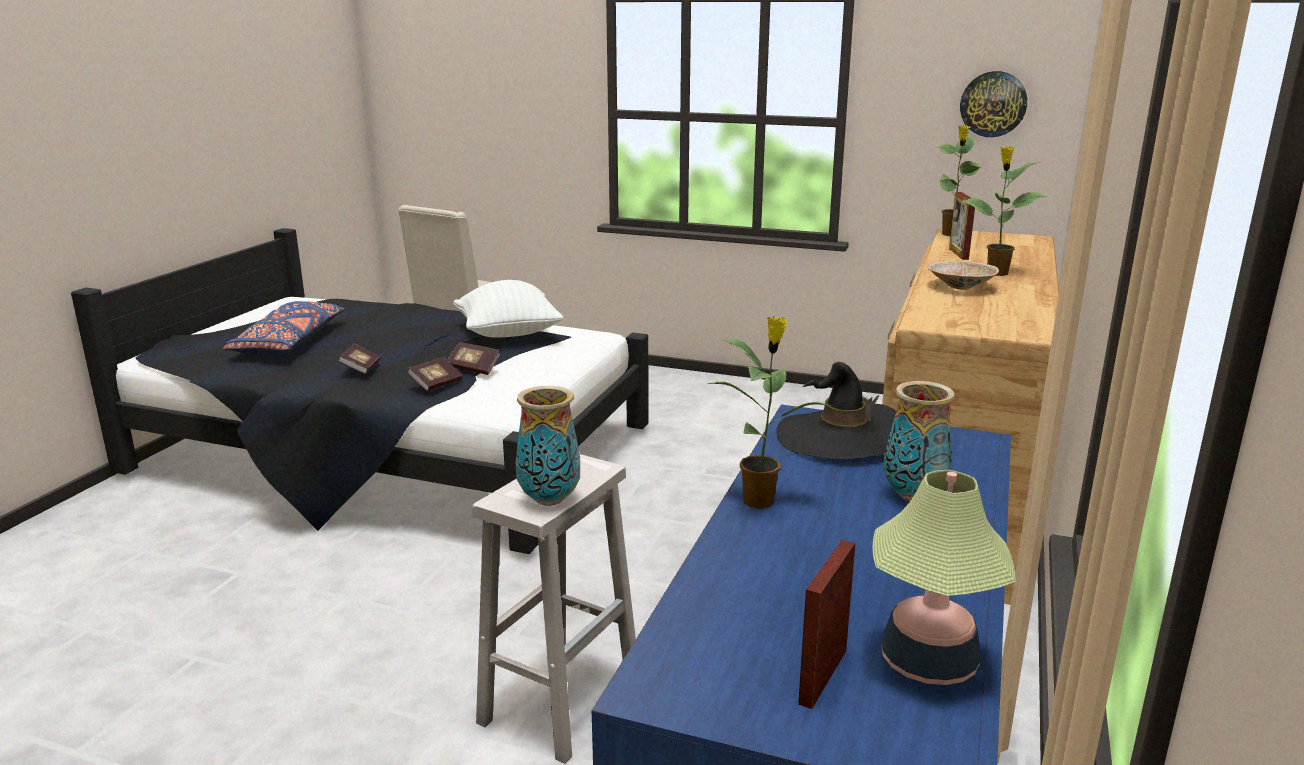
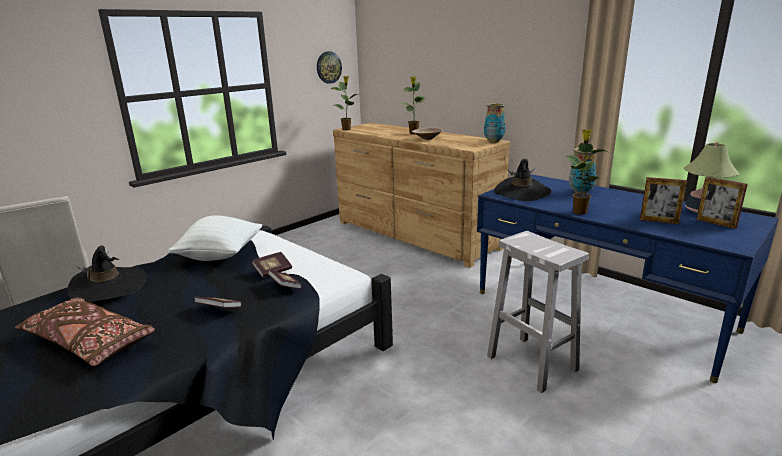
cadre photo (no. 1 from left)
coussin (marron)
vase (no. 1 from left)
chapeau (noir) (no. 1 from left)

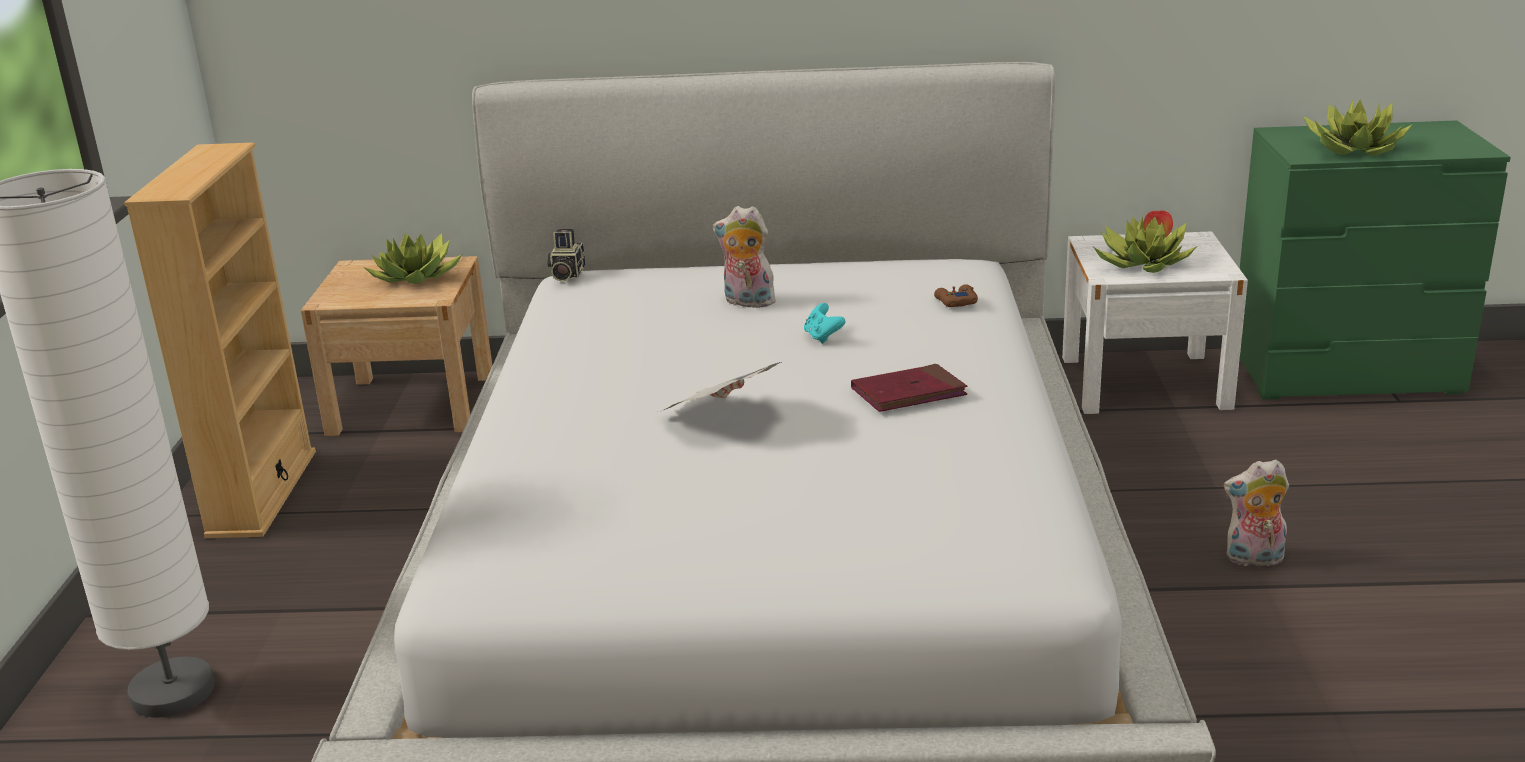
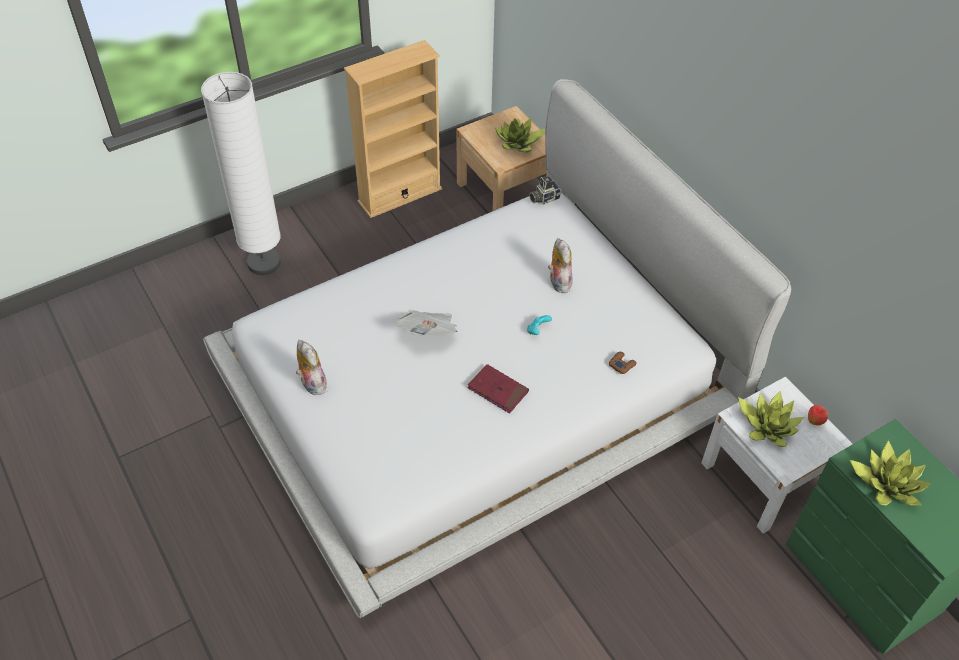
peluche (no. 1 from left)

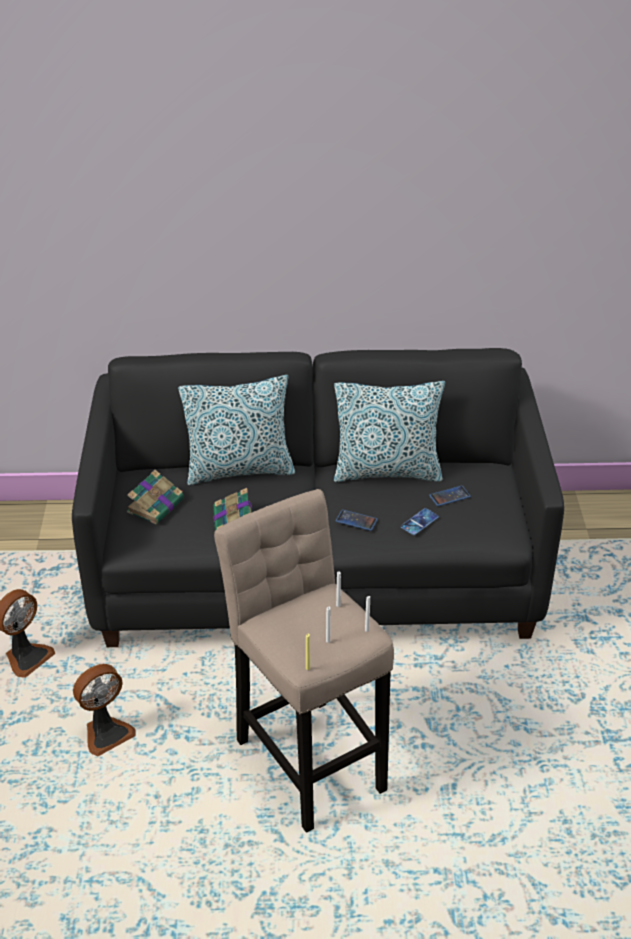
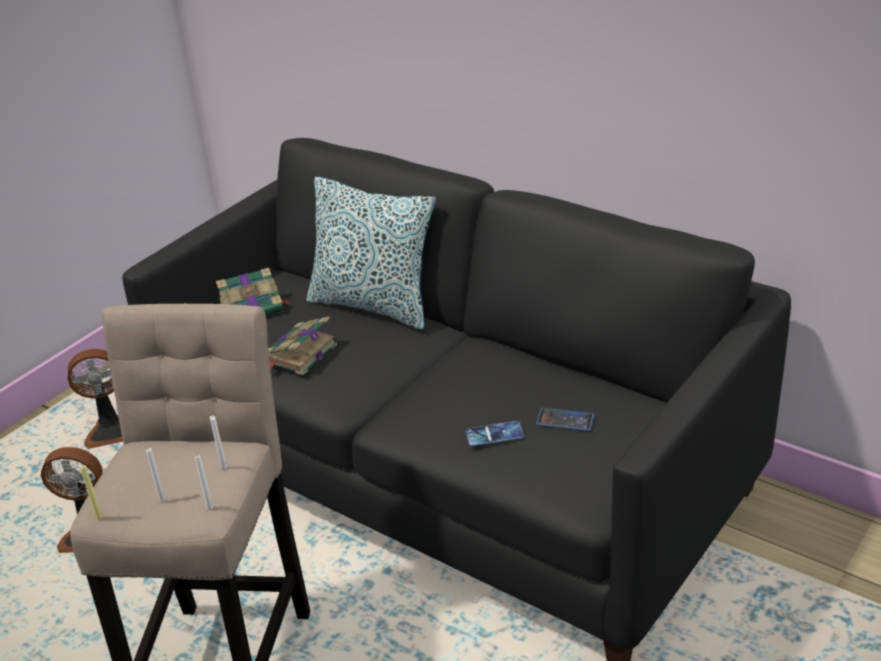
coussin (no. 2 from left in the first image)
téléphone (no. 1 from left in the first image)

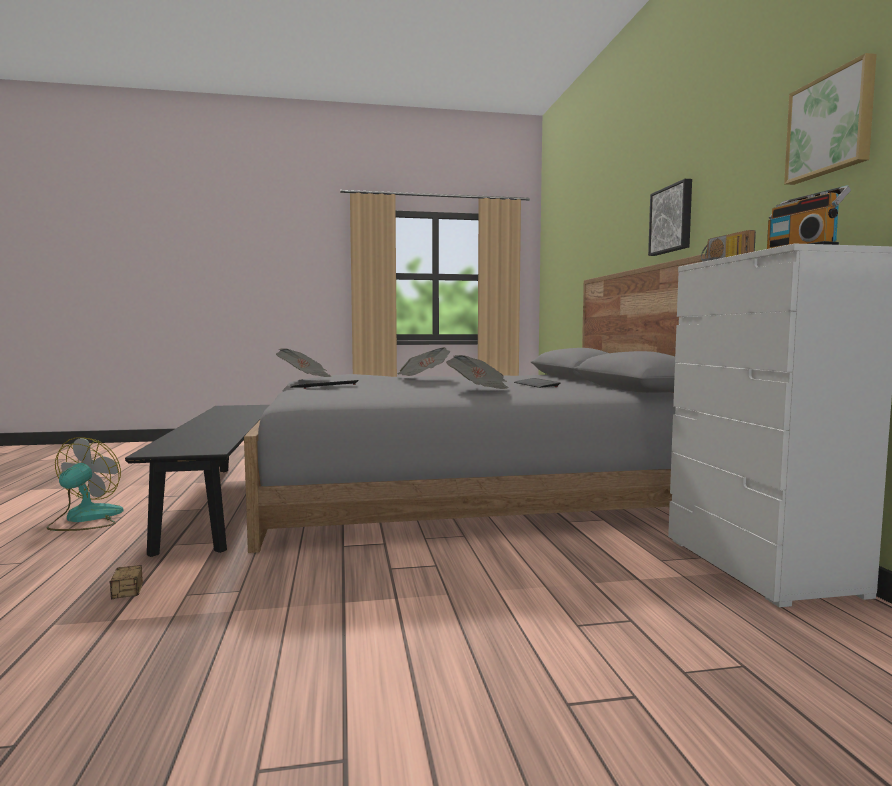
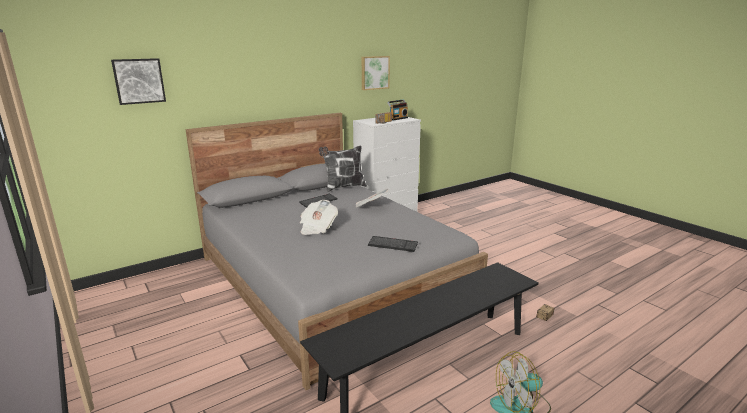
tableau (no. 1 from left)
journal (no. 1 from left in the first image)
coussin

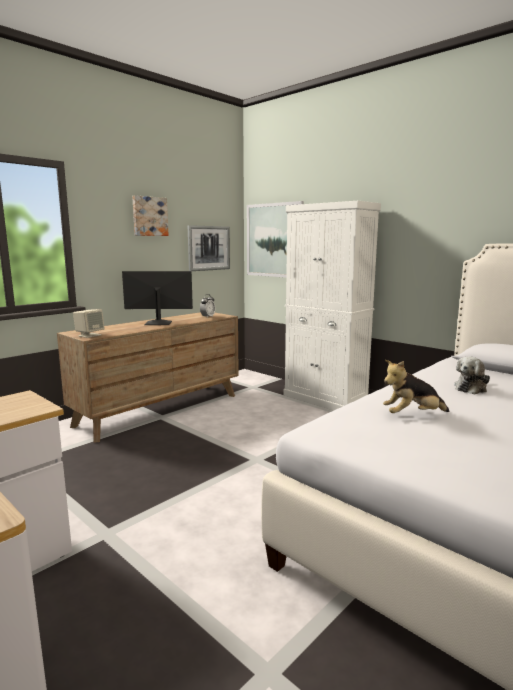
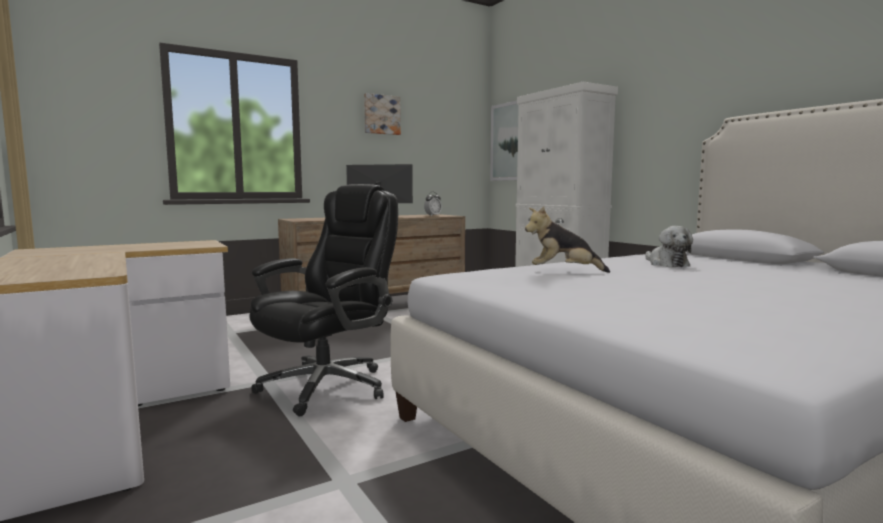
tableau (no. 2 from left in the first image)
enceinte (beige)
peluche (no. 2 from left)
chaise de bureau (noir)

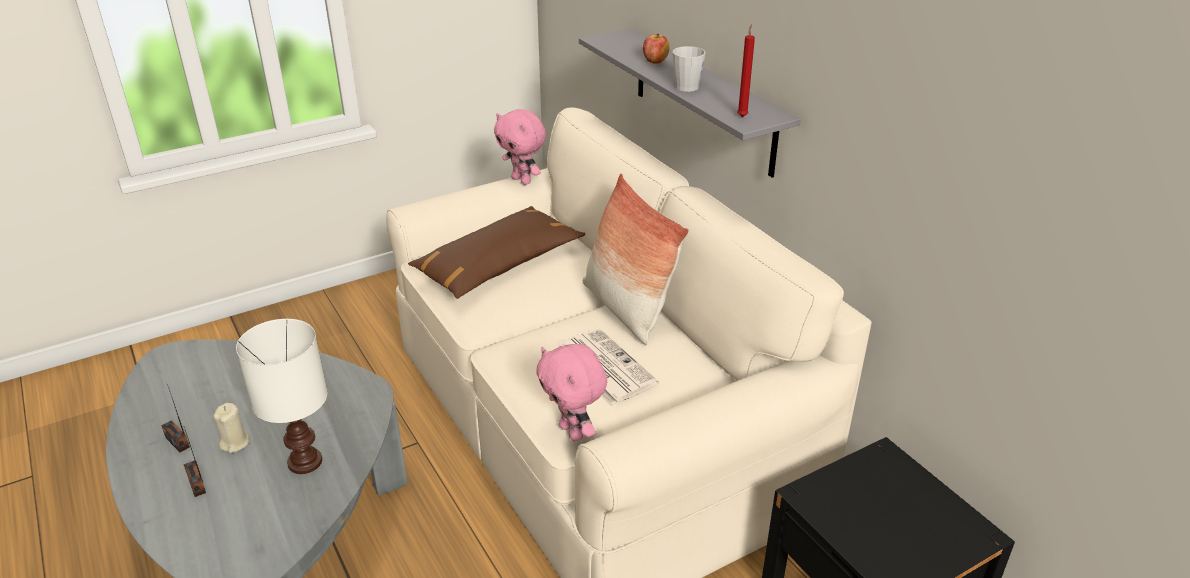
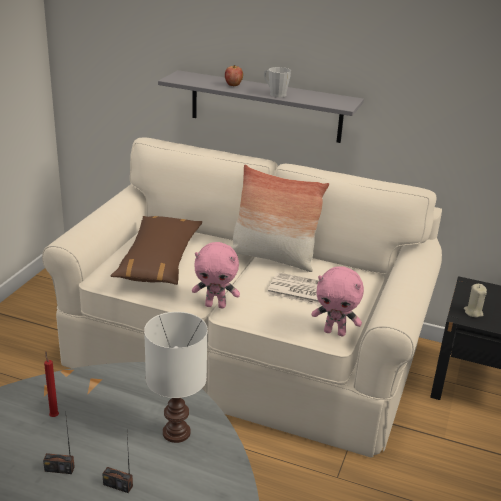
bougie (rouge)
peluche (rose) (no. 1 from left)
bougie (beige)

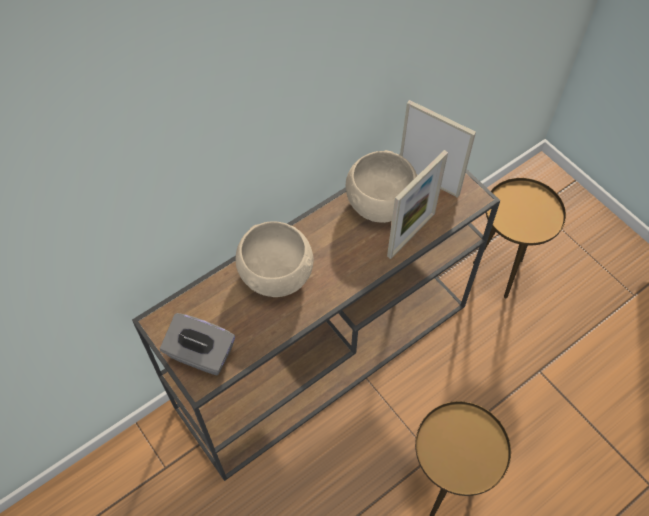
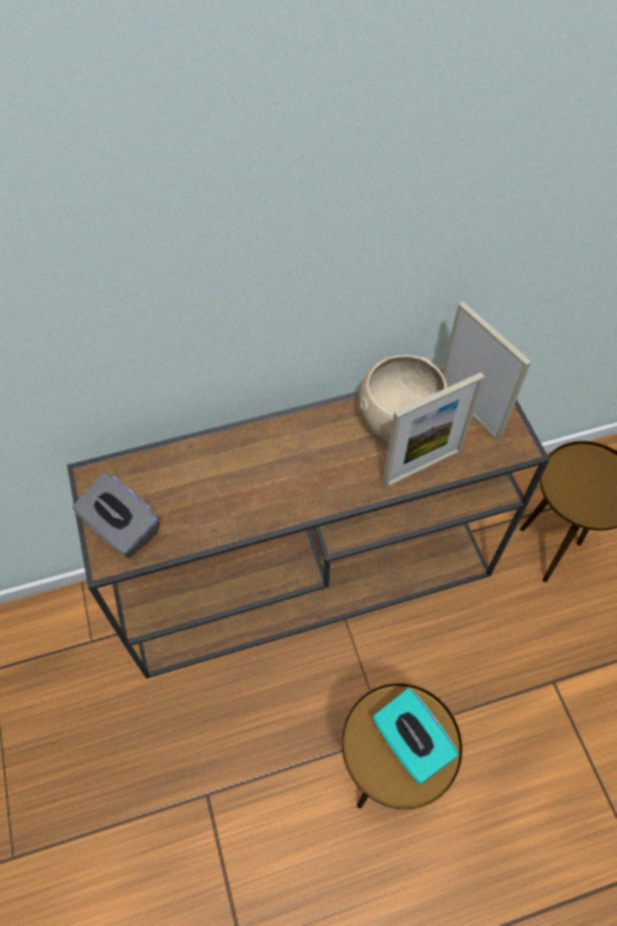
bol (beige) (no. 1 from left in the first image)
boîte à mouchoirs (turquoise)

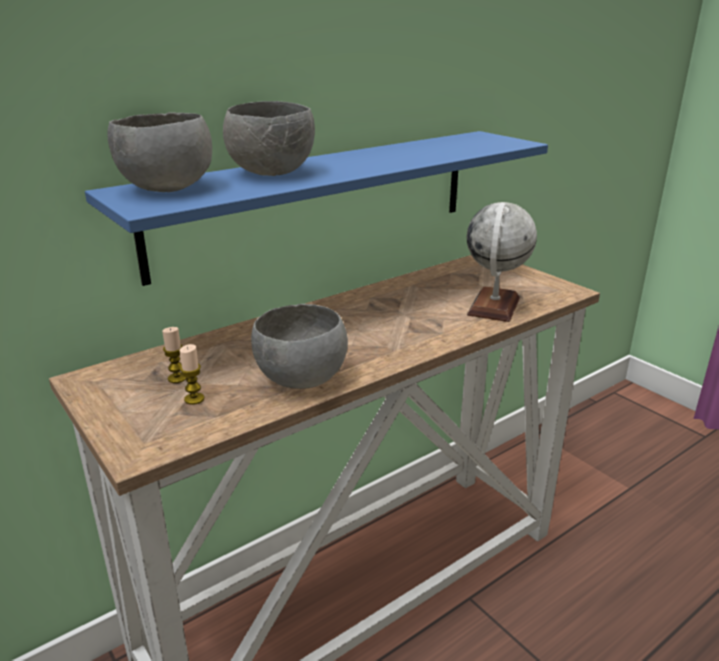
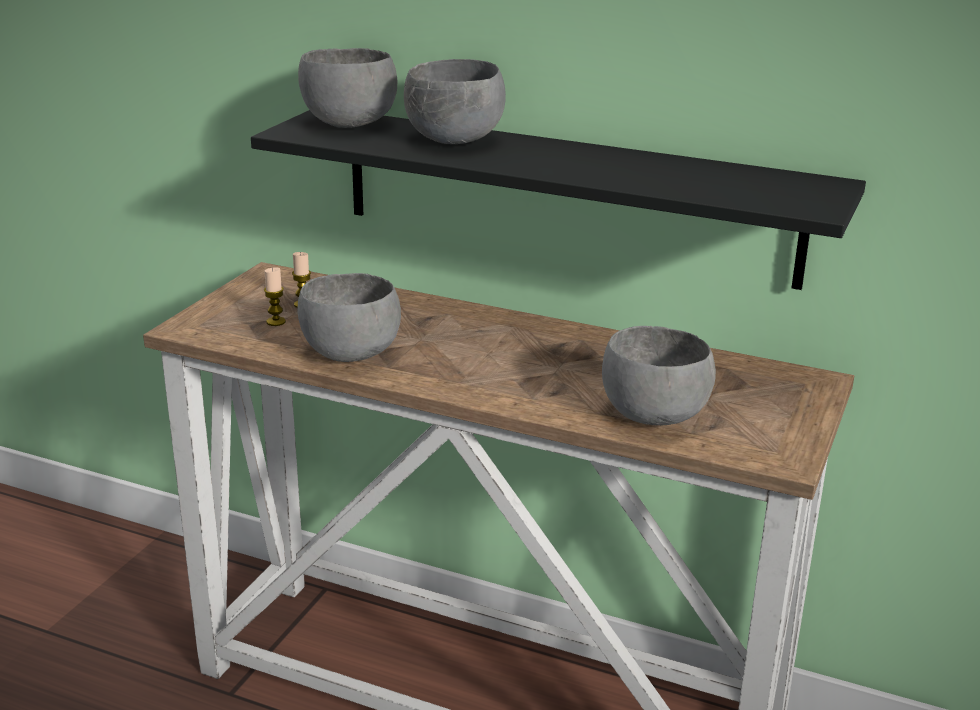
étagère (noir)
bol (gris) (no. 4 from left)

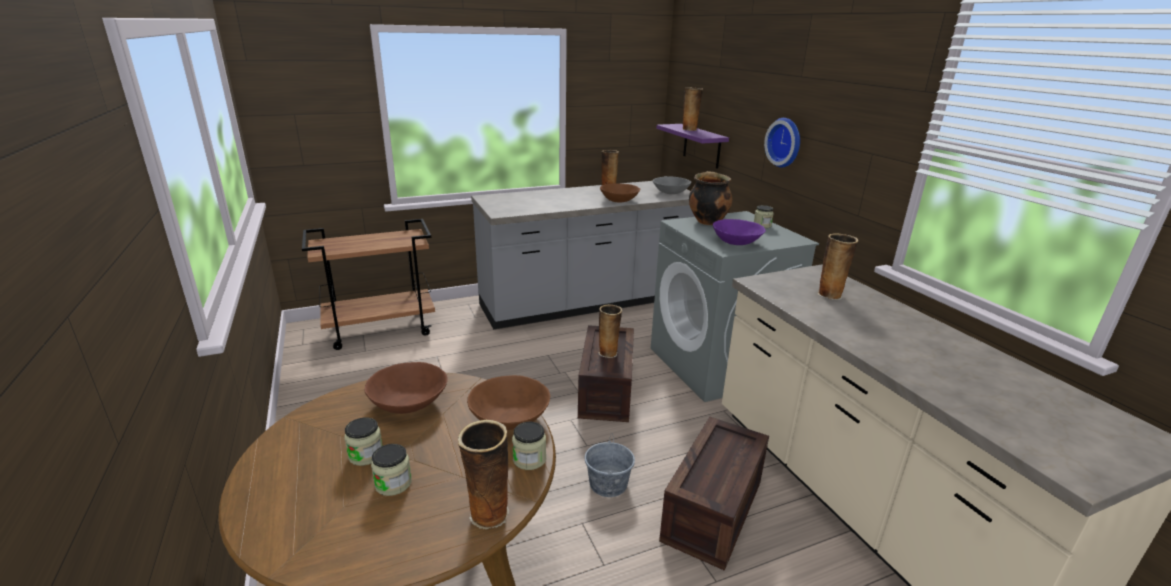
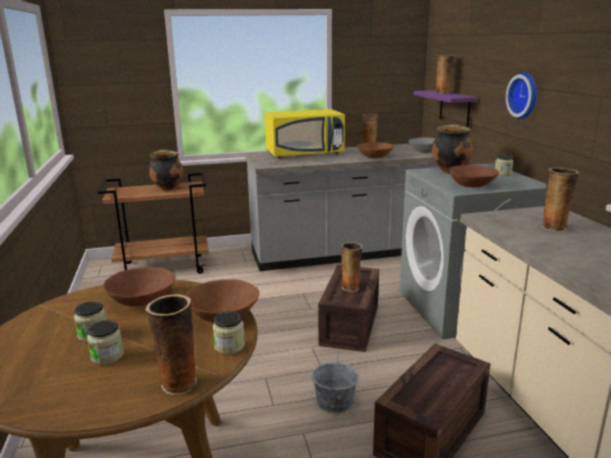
bol (marron) (no. 4 from left)
micro-ondes (jaune)
marmite (no. 1 from left)

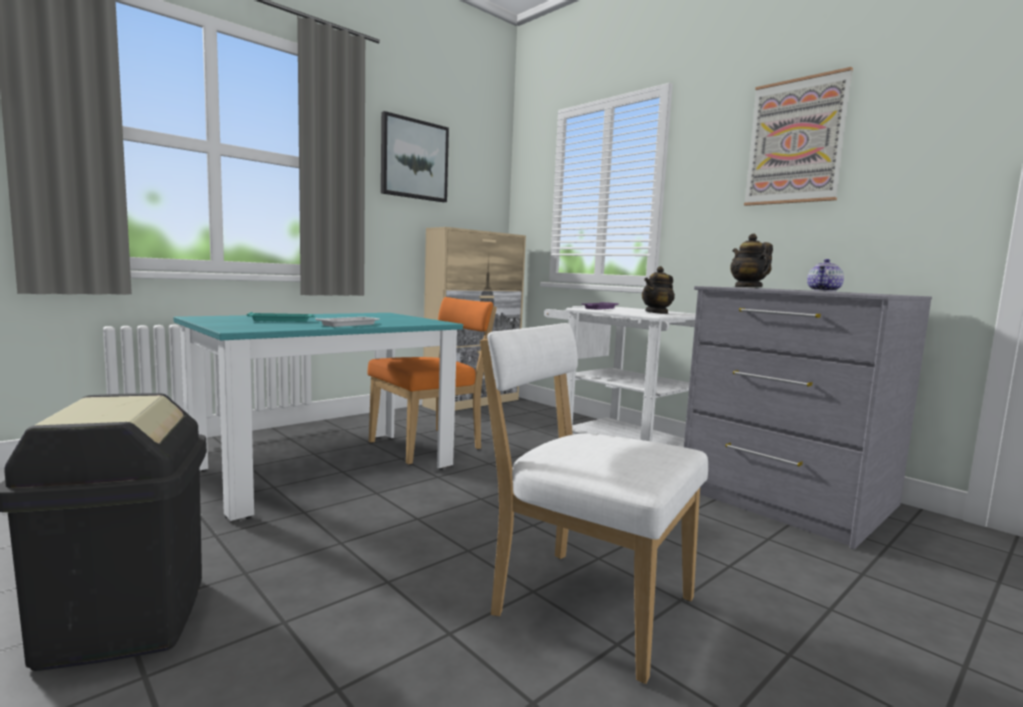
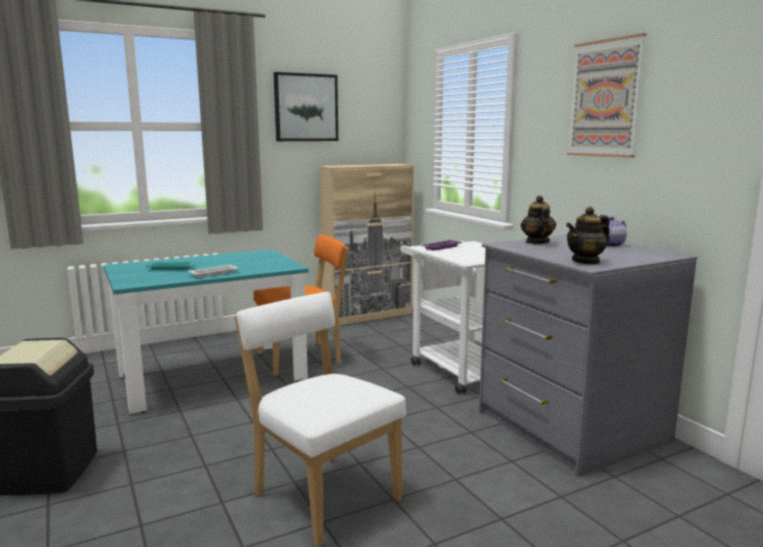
théière (no. 2 from left)

